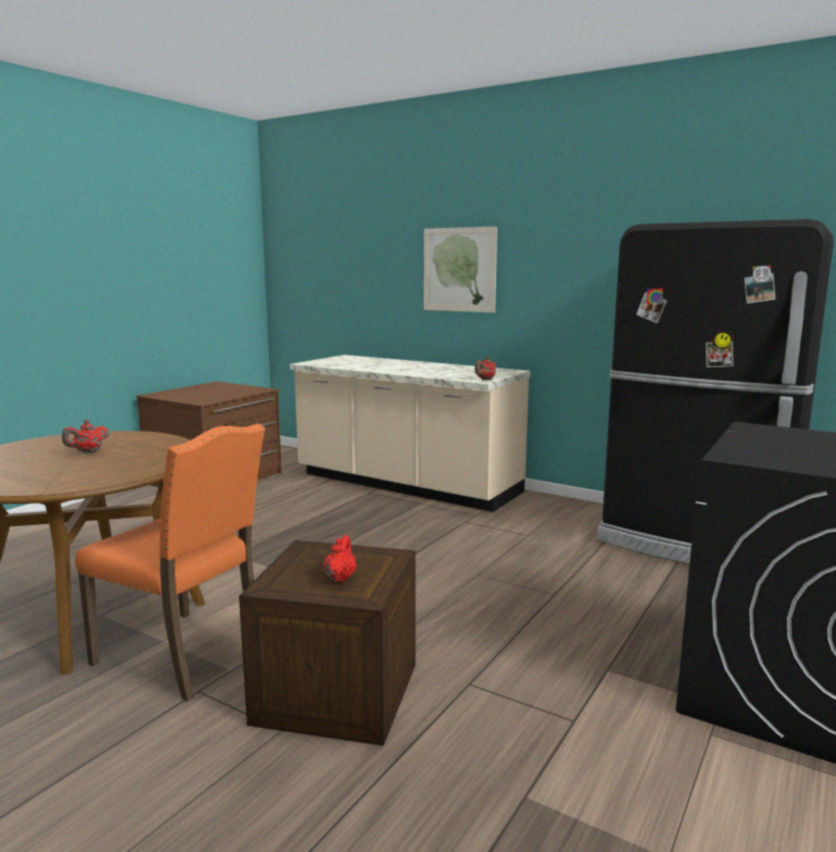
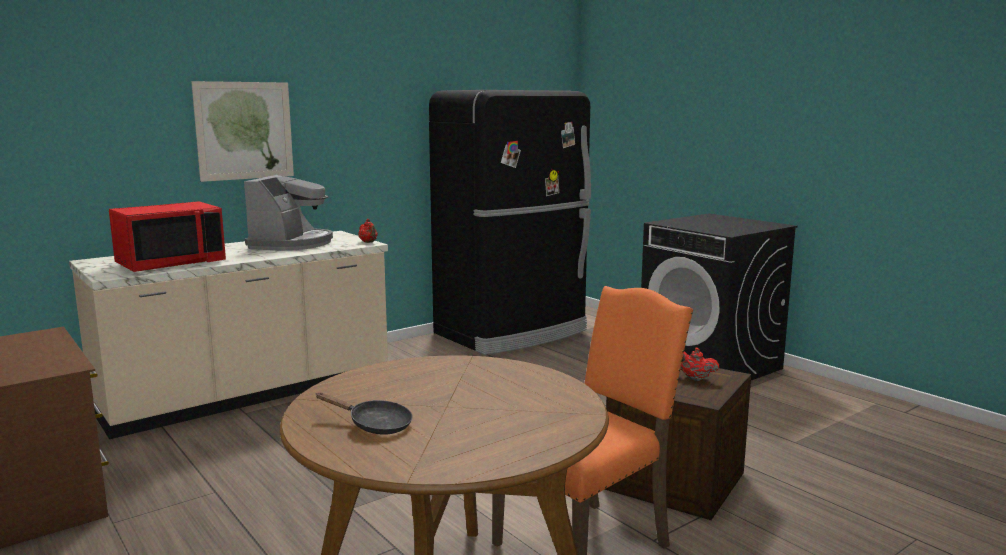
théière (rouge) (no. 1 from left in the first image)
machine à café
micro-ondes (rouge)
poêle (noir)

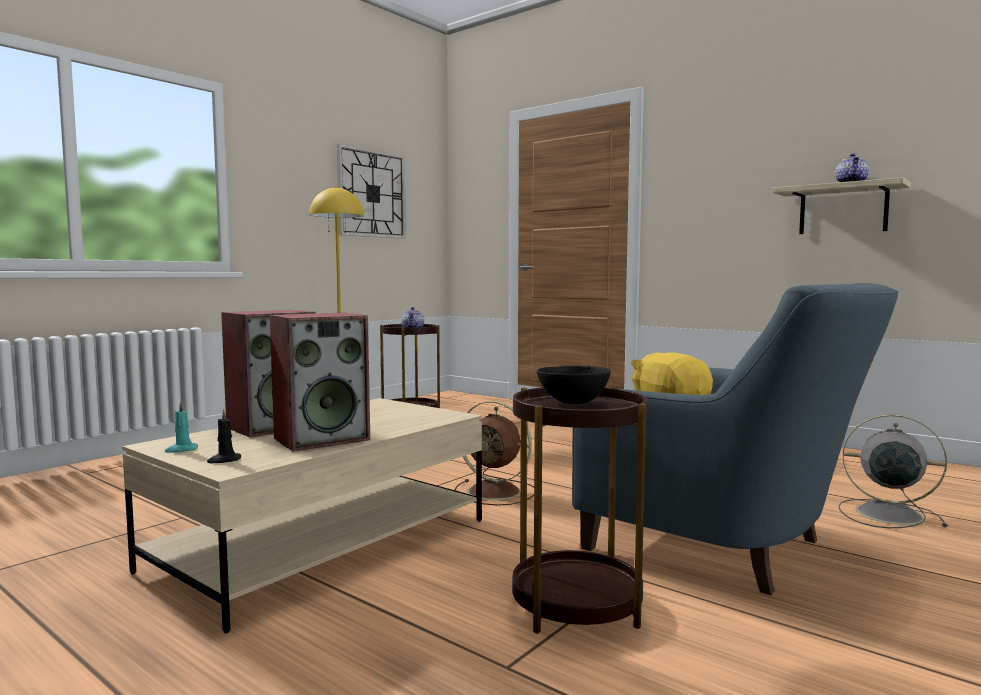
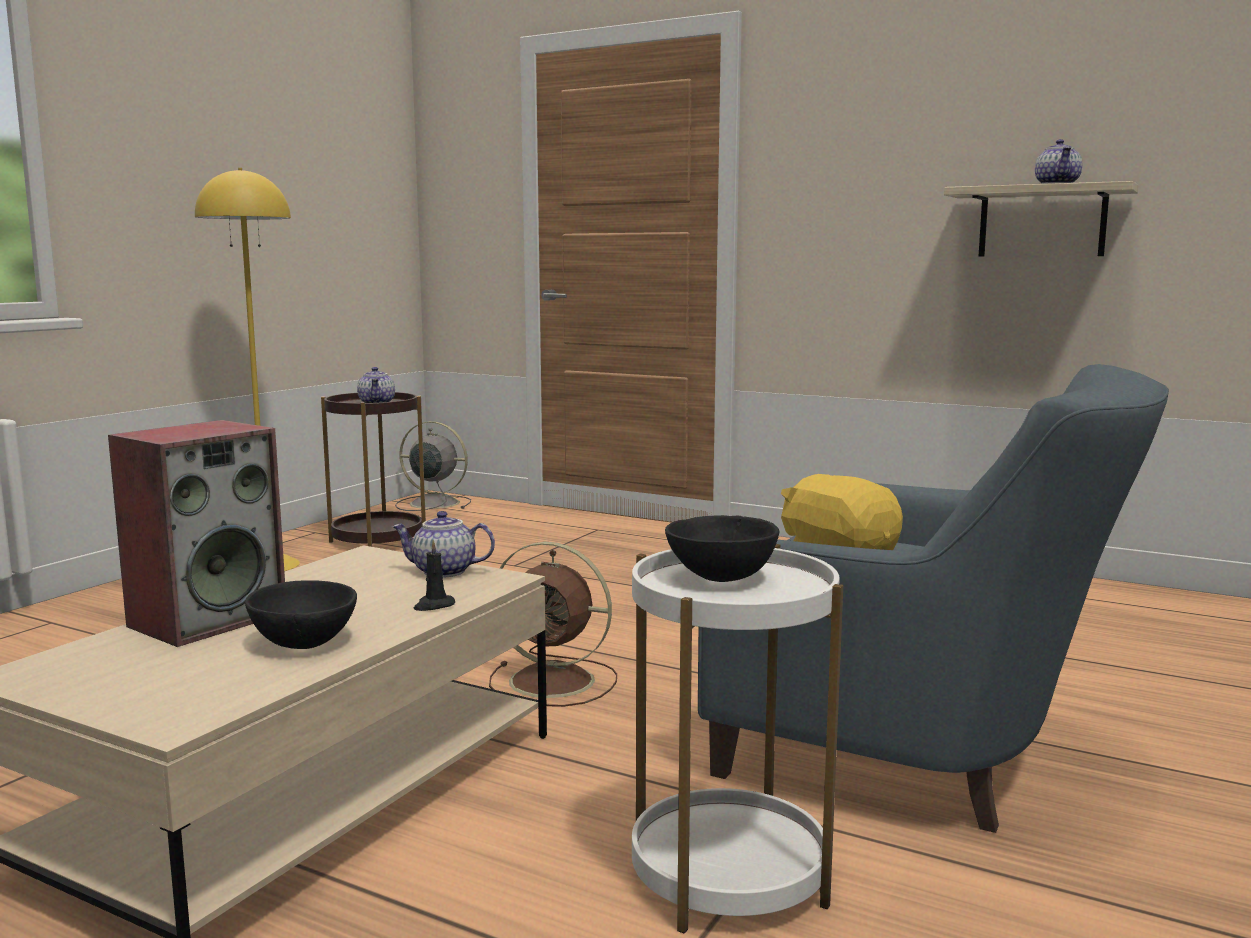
horloge murale
bol (noir) (no. 1 from left)
table d'appoint (blanc)
bougie (turquoise)
bougie (noir)
ventilateur (gris)
théière (no. 2 from left)

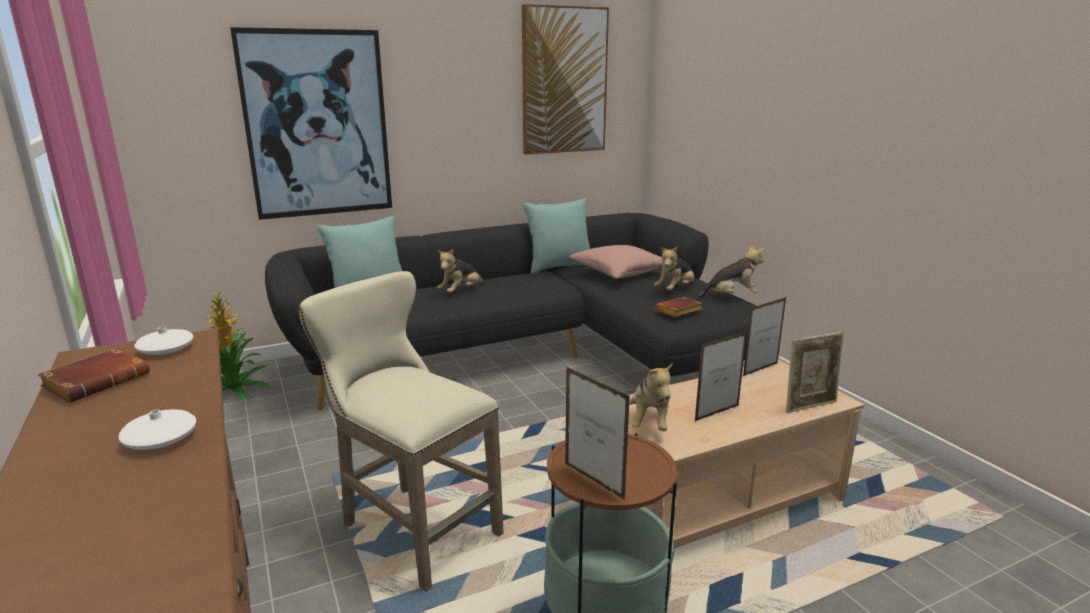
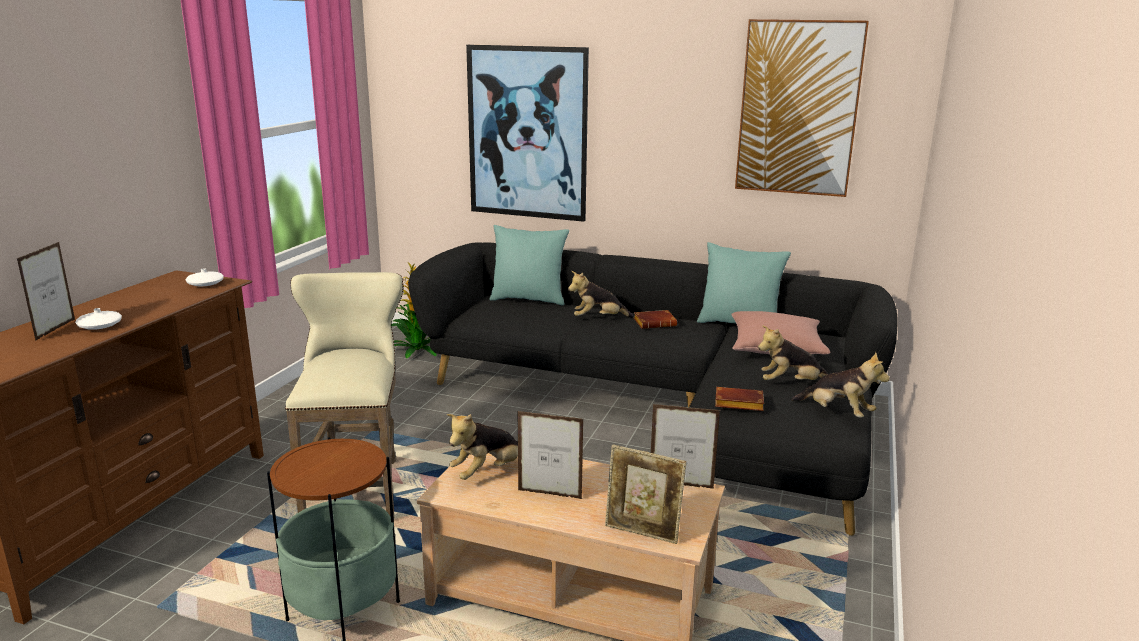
livre (marron) (no. 1 from left)
cadre photo (no. 1 from left)

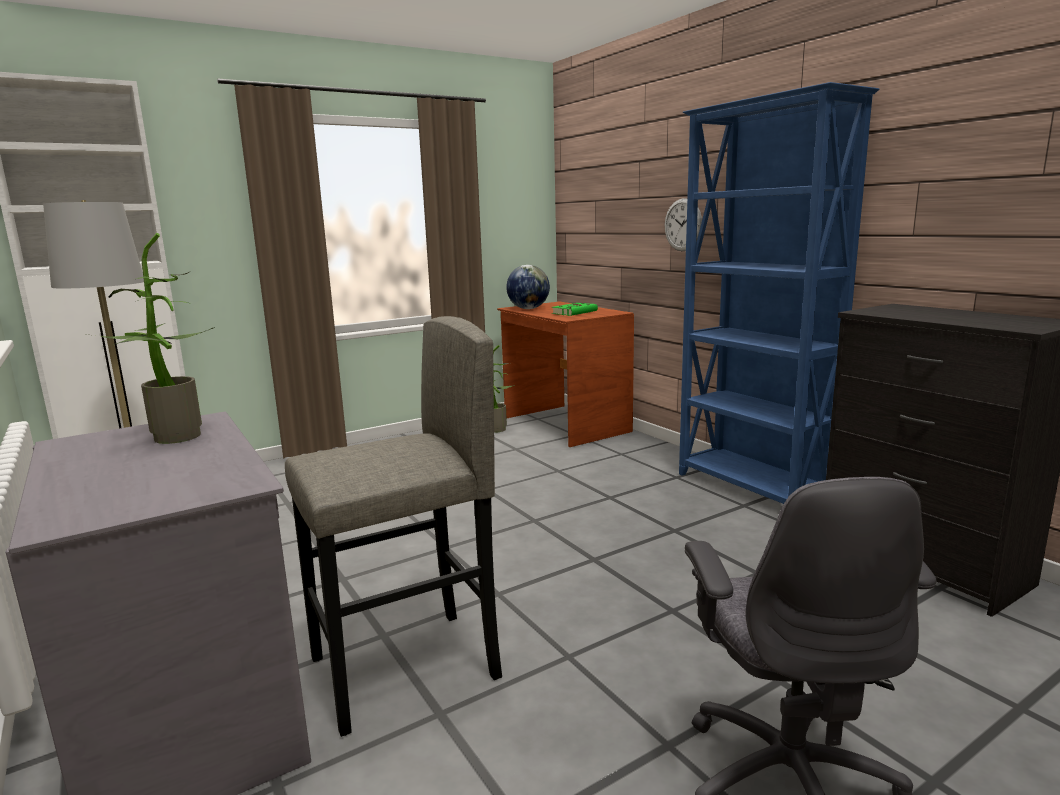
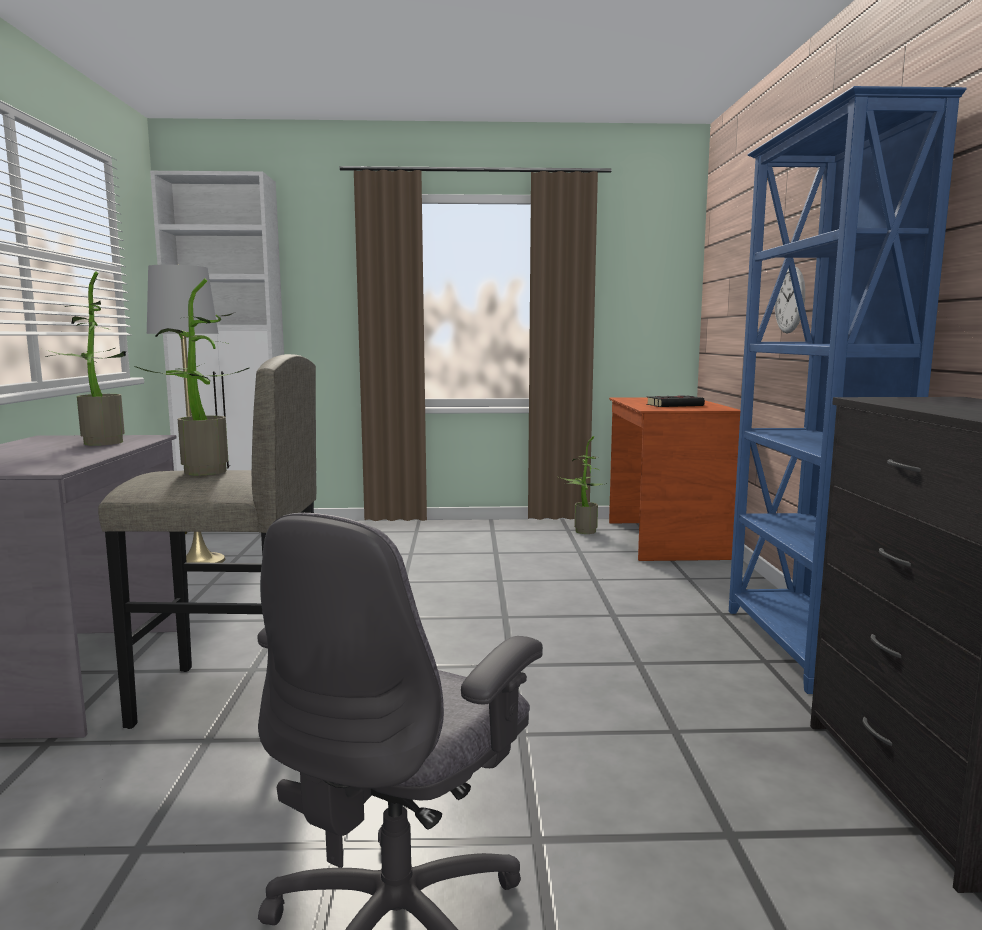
globe
livre (noir)
plante en pot (no. 2 from left)

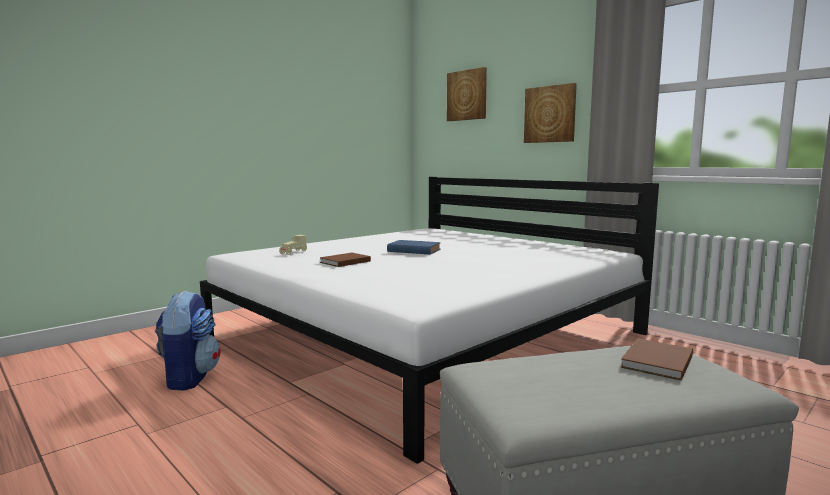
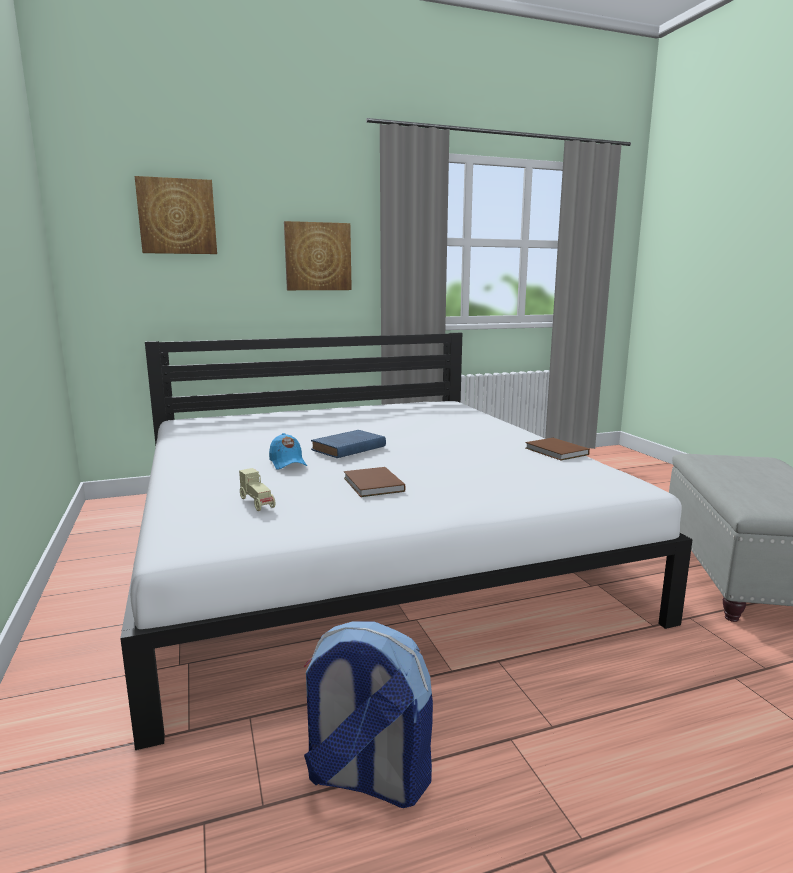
livre (marron) (no. 2 from left)
casquette (bleu)

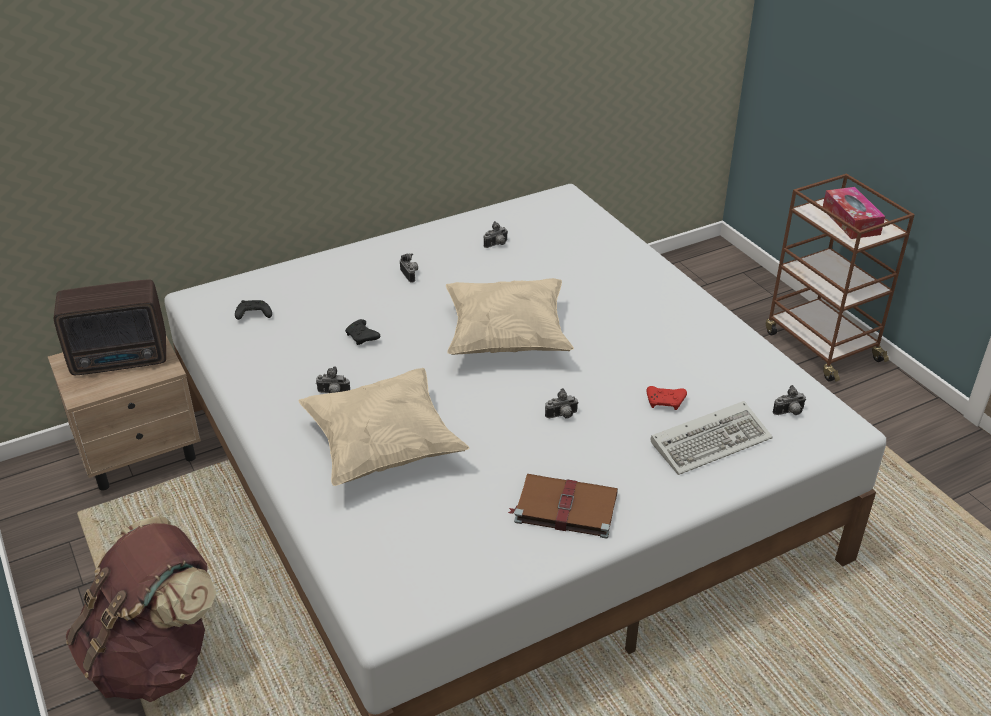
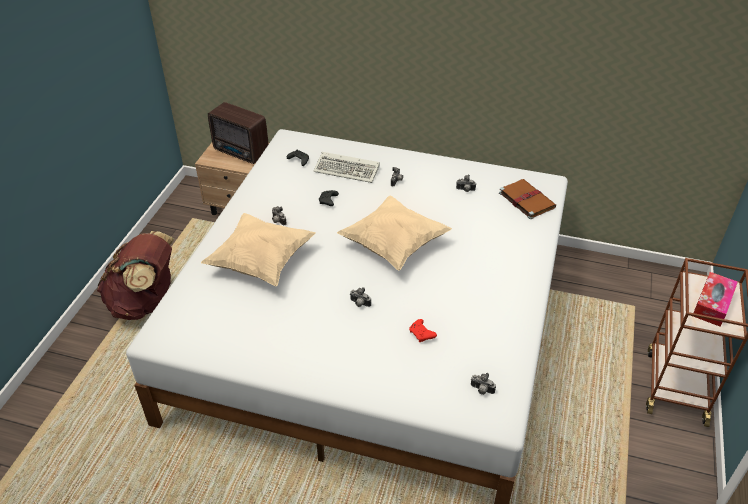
clavier
livre (marron)

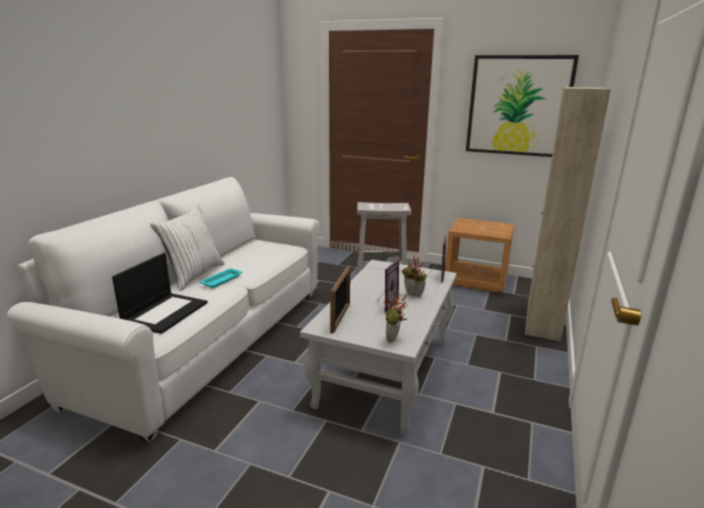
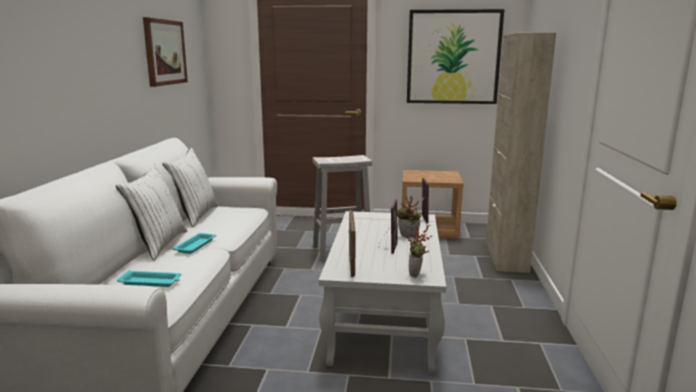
plateau (turquoise) (no. 1 from left)
tableau (no. 1 from left)
coussin (blanc) (no. 2 from left)

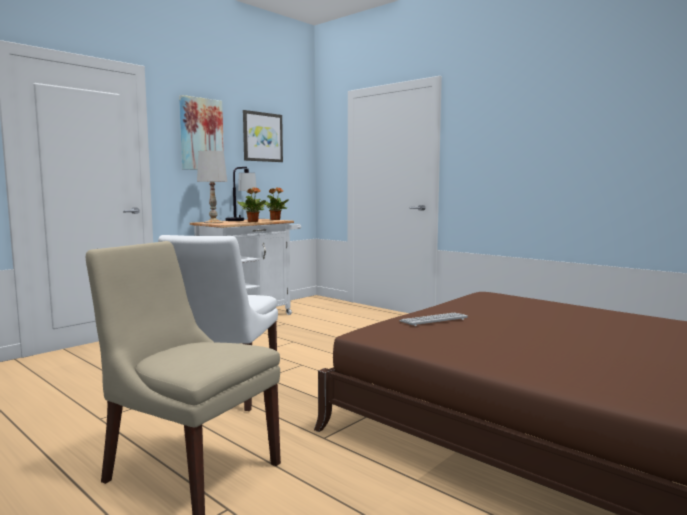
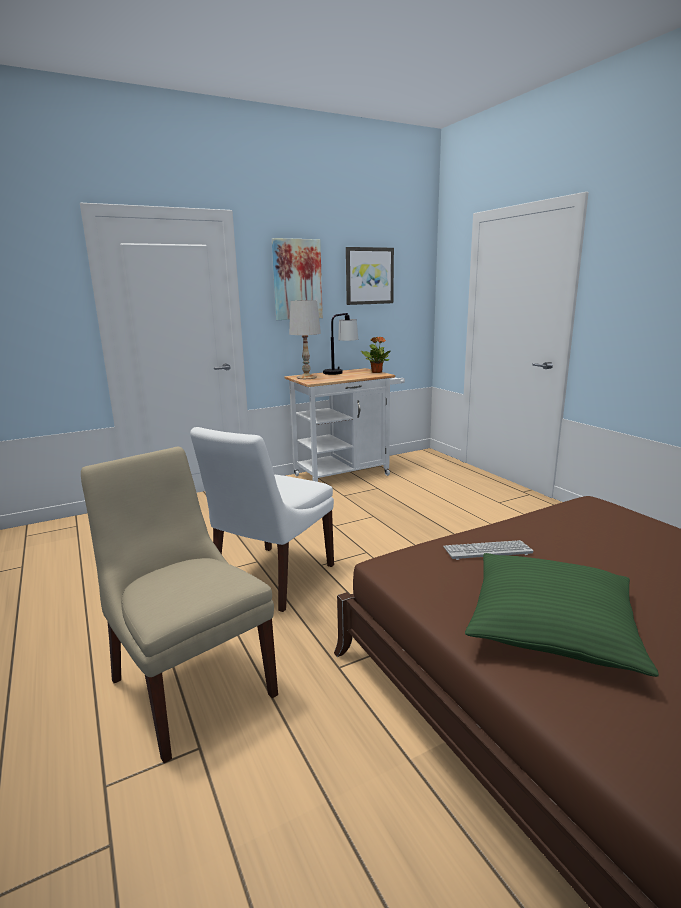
plante en pot (no. 1 from left in the first image)
coussin (vert)

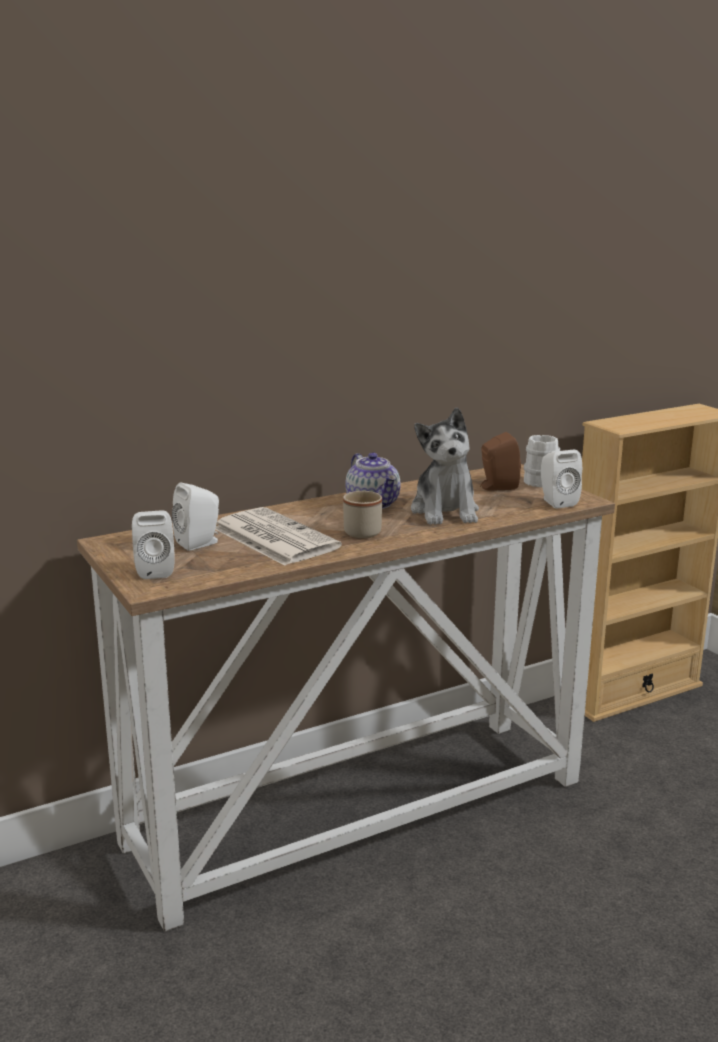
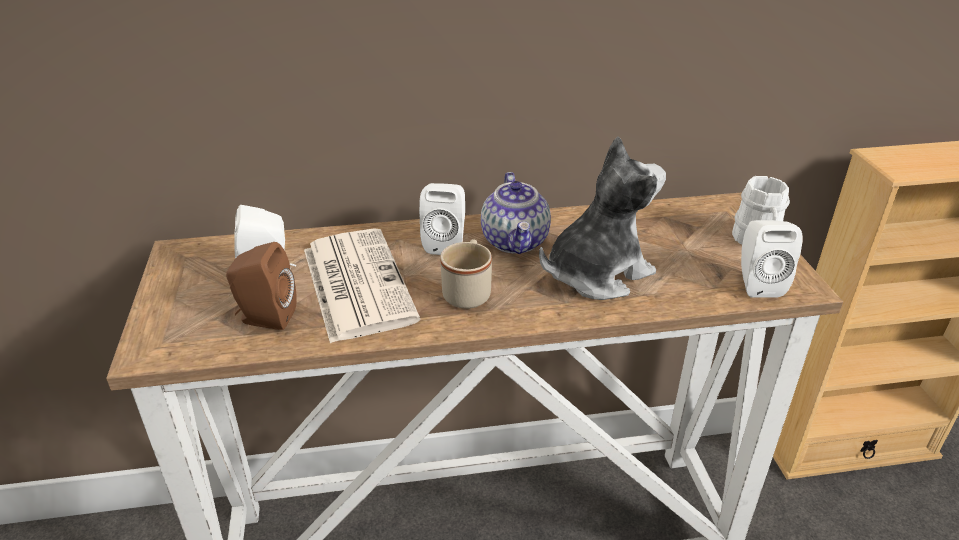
peluche
enceinte (marron)
enceinte (blanc) (no. 2 from left)

